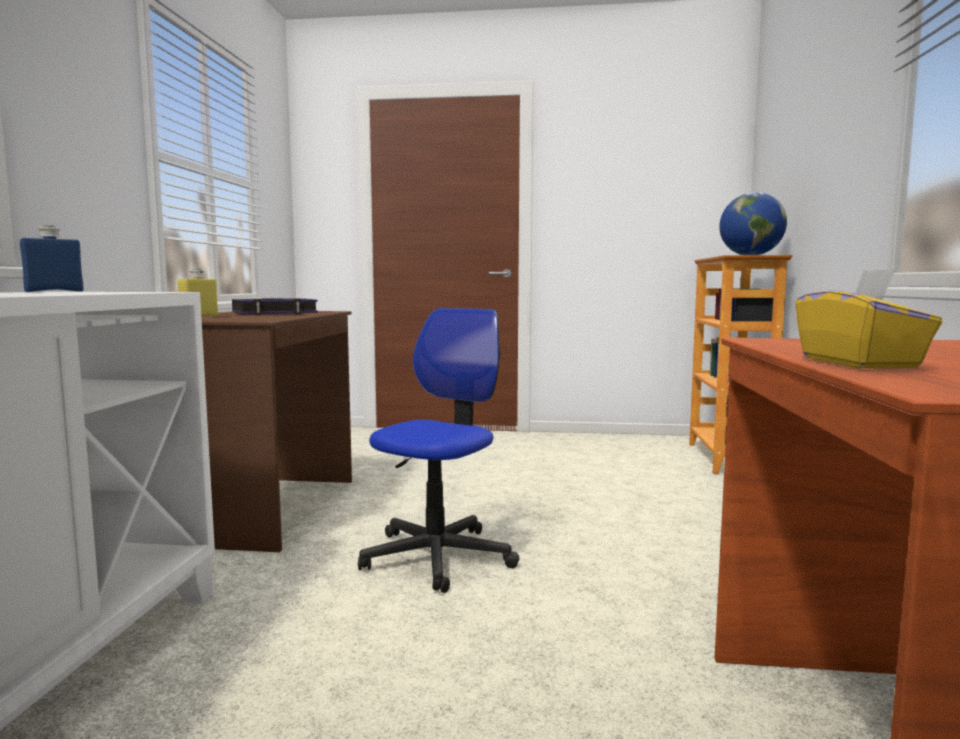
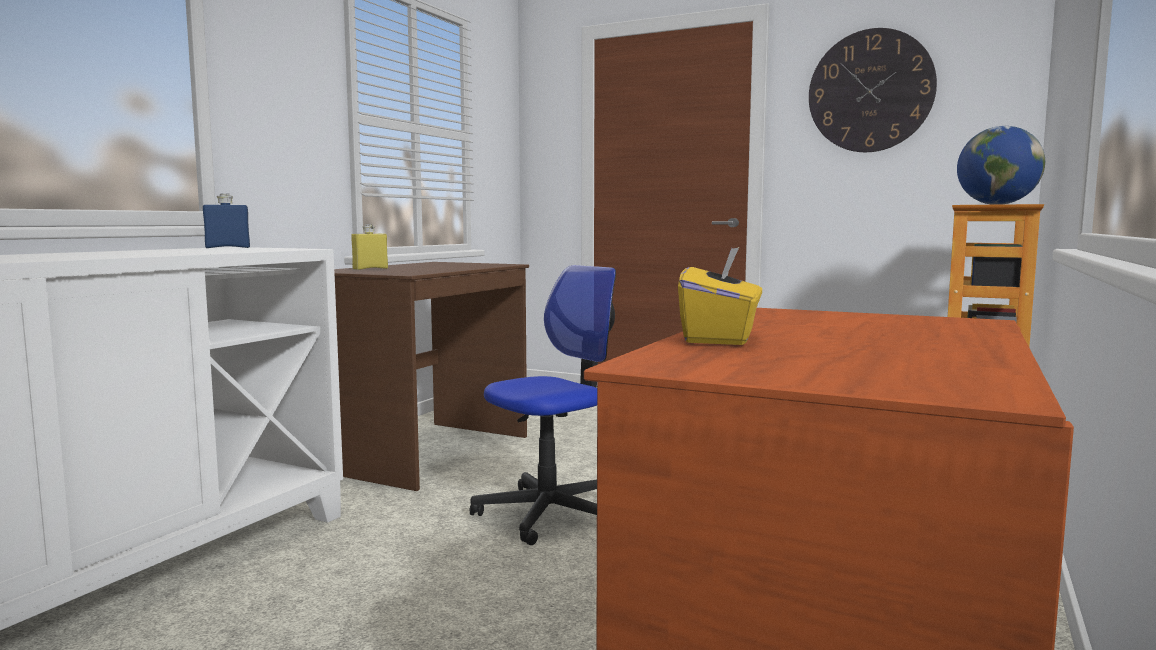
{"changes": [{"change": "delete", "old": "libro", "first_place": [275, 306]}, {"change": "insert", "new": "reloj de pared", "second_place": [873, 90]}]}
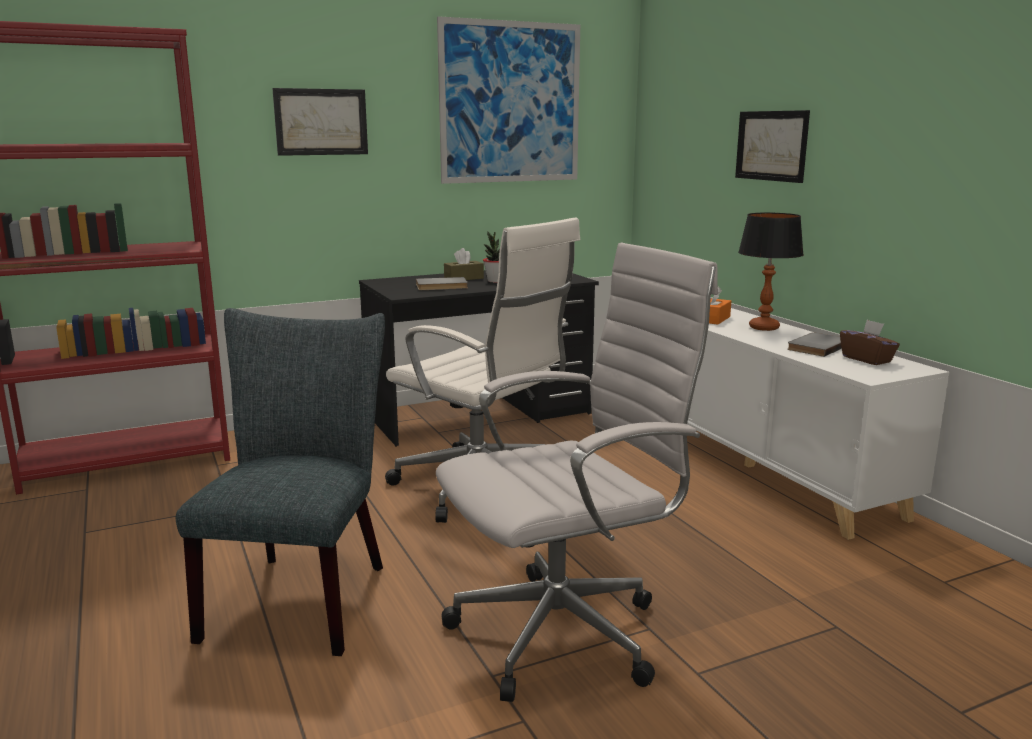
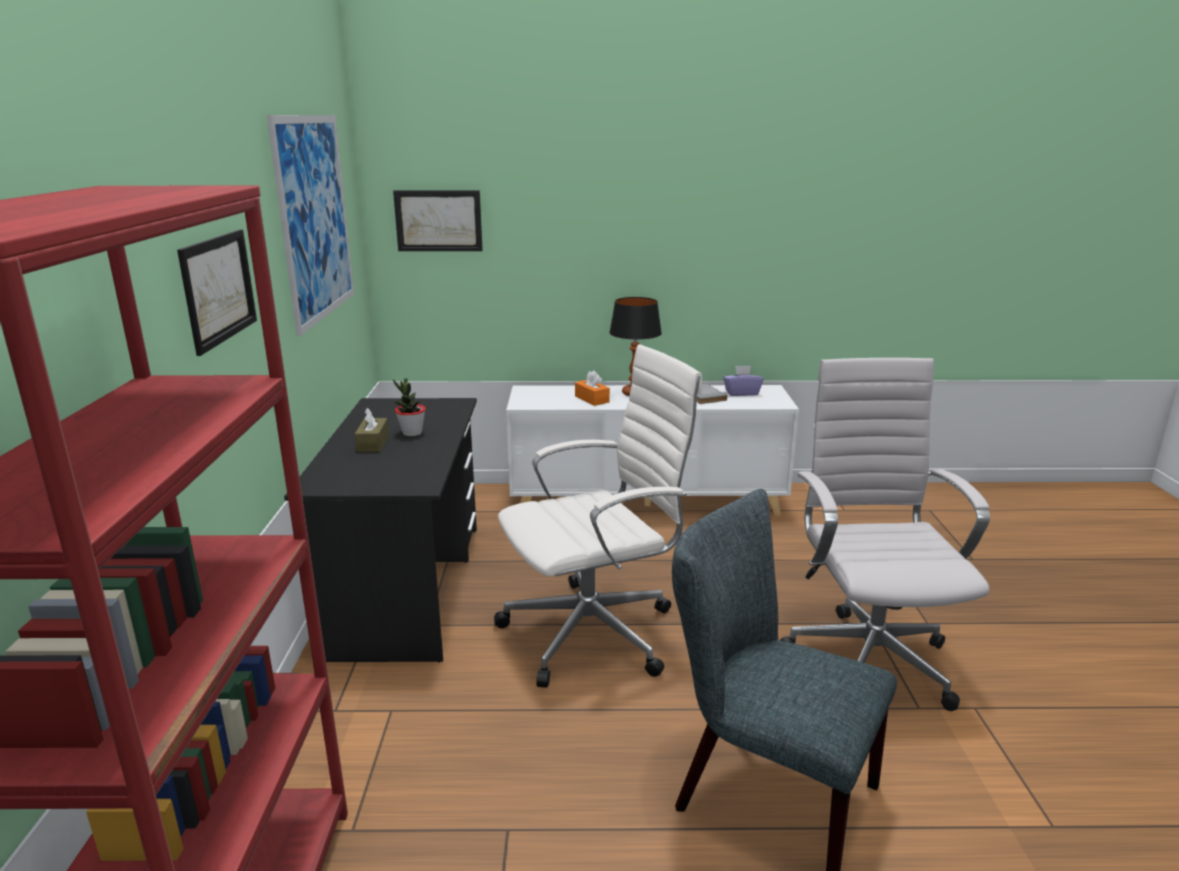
{"changes": [{"change": "move", "old": "cuadro", "first_place": [772, 146], "second_place": [438, 220]}, {"change": "delete", "old": "libro/gris", "first_place": [442, 283]}, {"change": "recolor", "old": "caja de pañuelos/marrón", "new": "caja de pañuelos/morado", "first_place": [870, 342], "second_place": [743, 380]}]}
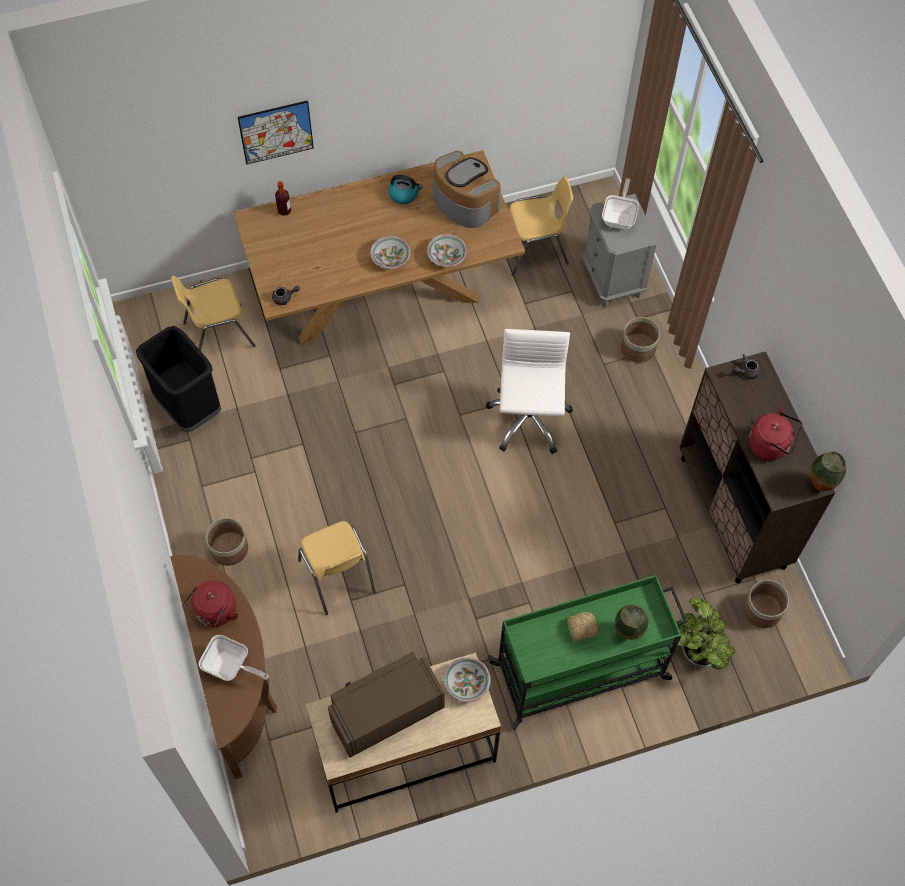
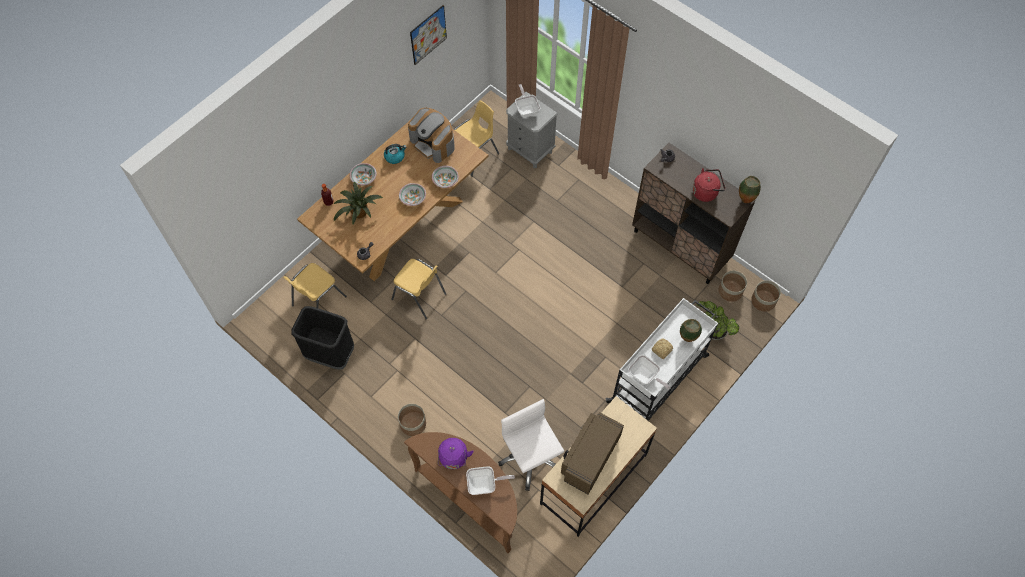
{"changes": [{"change": "move", "old": "cuadro", "first_place": [276, 132], "second_place": [428, 35]}, {"change": "rotate", "old": "cafetera", "first_place": [467, 189], "second_place": [431, 135], "degrees": -150}, {"change": "move", "old": "maceta", "first_place": [640, 340], "second_place": [766, 296]}, {"change": "move", "old": "silla de oficina/blanco", "first_place": [529, 391], "second_place": [531, 445]}, {"change": "move", "old": "silla/amarillo", "first_place": [337, 568], "second_place": [418, 289]}, {"change": "recolor", "old": "carrito/verde", "new": "carrito/blanco", "first_place": [587, 652], "second_place": [661, 359]}, {"change": "recolor", "old": "hervidor/rojo", "new": "hervidor/morado", "first_place": [210, 604], "second_place": [456, 453]}, {"change": "move", "old": "cuenco", "first_place": [467, 679], "second_place": [363, 174]}, {"change": "insert", "new": "planta en maceta", "second_place": [358, 203]}, {"change": "insert", "new": "sartén", "second_place": [649, 372]}]}
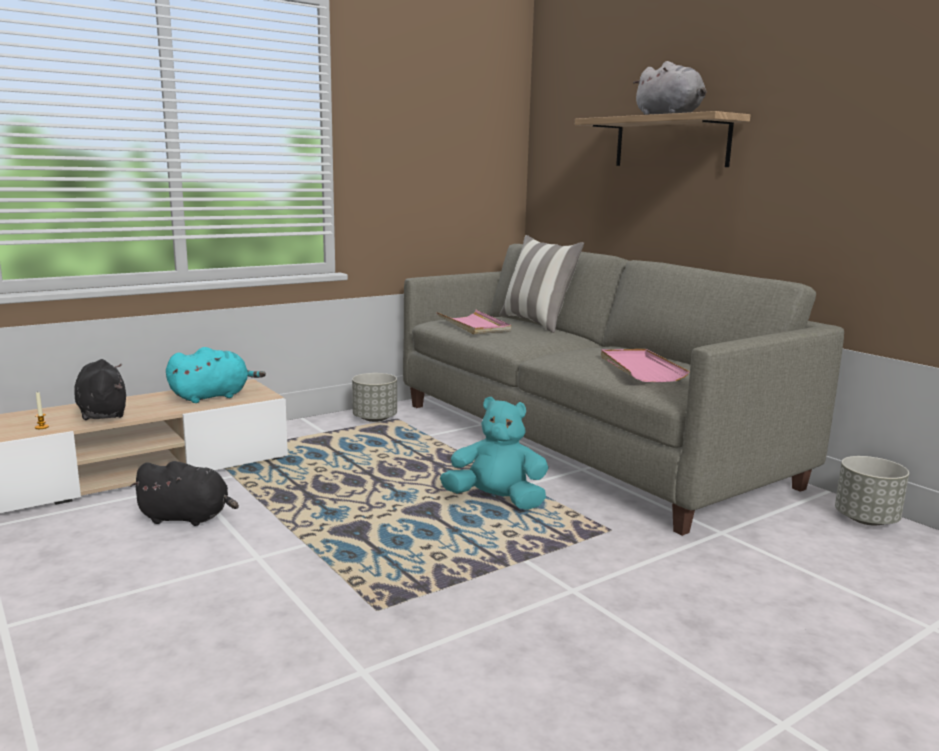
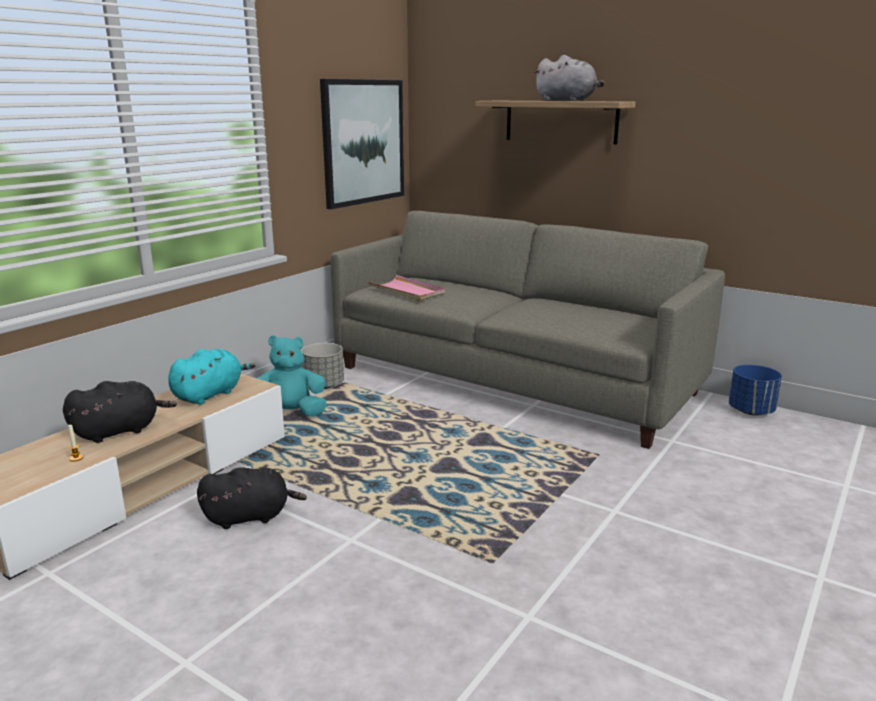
{"changes": [{"change": "delete", "old": "cojín", "first_place": [541, 284]}, {"change": "delete", "old": "bandeja/rosa", "first_place": [645, 365]}, {"change": "rotate", "old": "peluche/negro", "first_place": [100, 389], "second_place": [120, 412], "degrees": 105}, {"change": "move", "old": "peluche/turquesa", "first_place": [494, 453], "second_place": [292, 376]}, {"change": "recolor", "old": "maceta/gris", "new": "maceta/azul", "first_place": [872, 490], "second_place": [755, 390]}, {"change": "insert", "new": "cuadro", "second_place": [362, 144]}]}
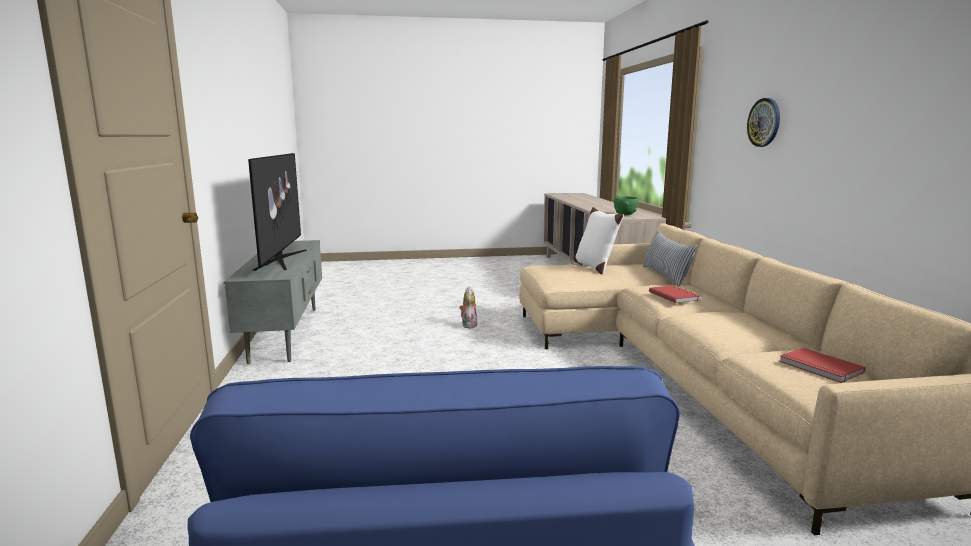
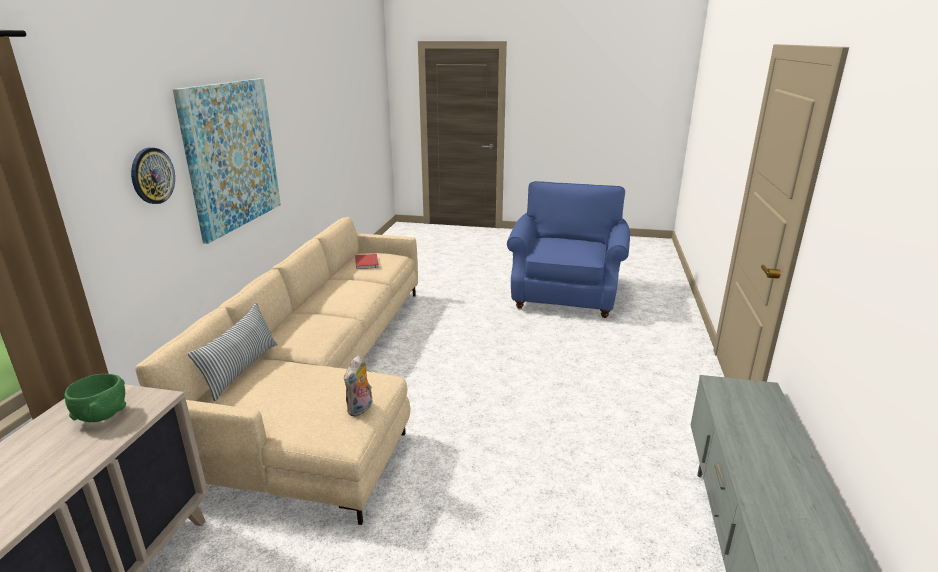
{"changes": [{"change": "delete", "old": "televisor", "first_place": [277, 212]}, {"change": "delete", "old": "cojín/blanco", "first_place": [599, 241]}, {"change": "delete", "old": "libro/rojo", "first_place": [675, 294]}, {"change": "move", "old": "peluche", "first_place": [468, 307], "second_place": [358, 386]}, {"change": "insert", "new": "cuadro", "second_place": [227, 161]}]}
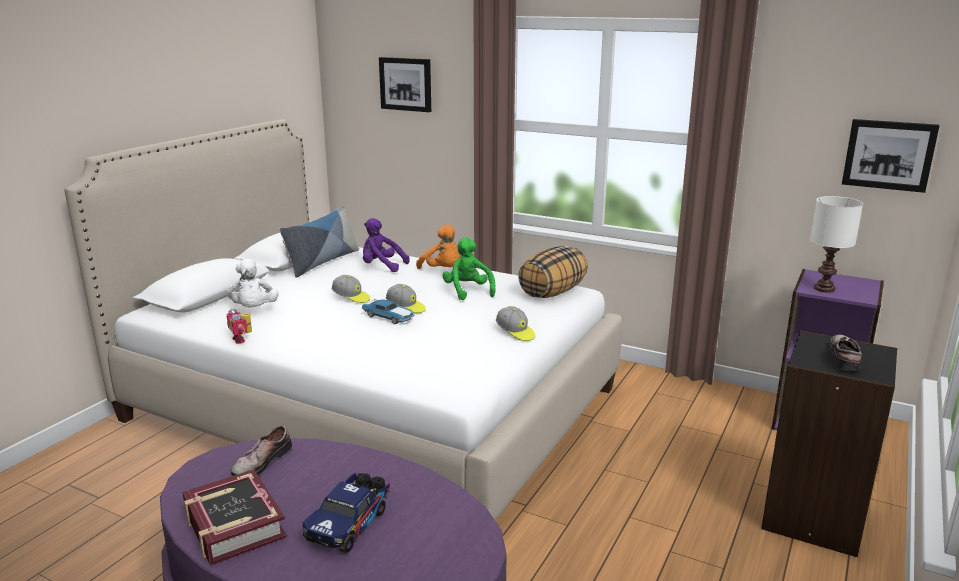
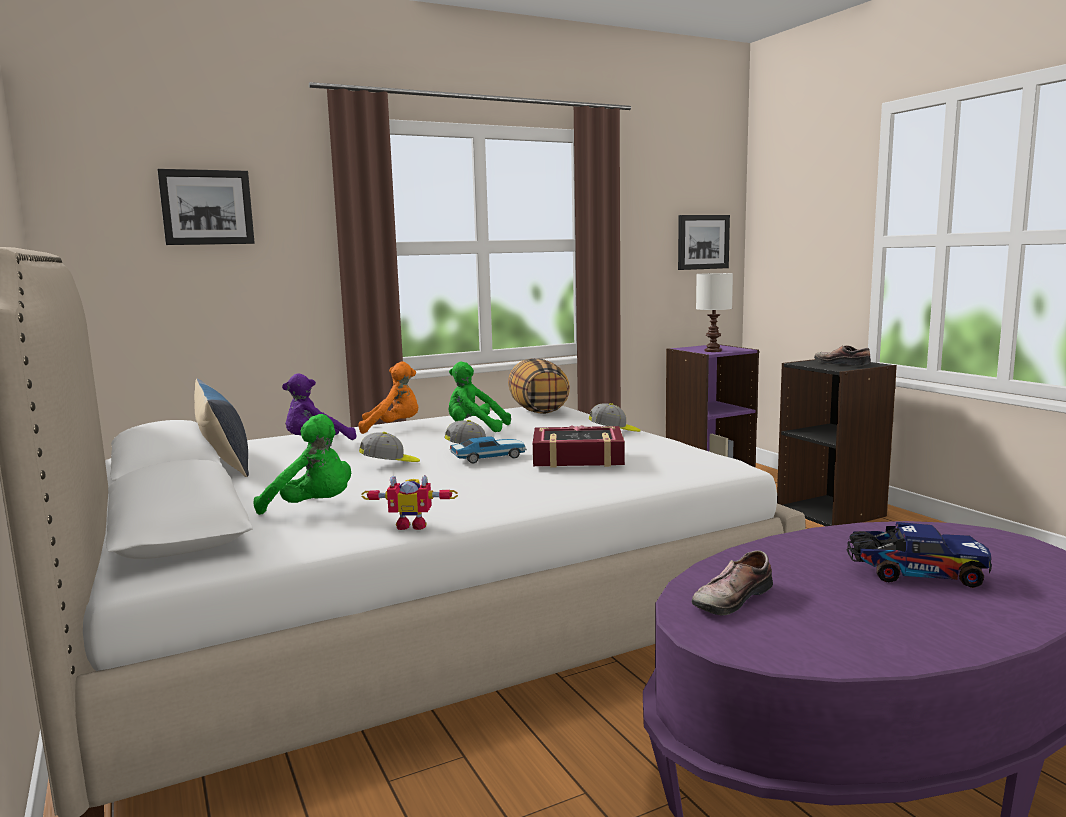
{"changes": [{"change": "recolor", "old": "peluche/blanco", "new": "peluche/verde", "first_place": [252, 283], "second_place": [302, 464]}, {"change": "rotate", "old": "zapato", "first_place": [261, 450], "second_place": [732, 582], "degrees": 75}, {"change": "move", "old": "libro", "first_place": [234, 517], "second_place": [579, 446]}, {"change": "rotate", "old": "camión de juguete", "first_place": [346, 513], "second_place": [919, 555], "degrees": -45}]}
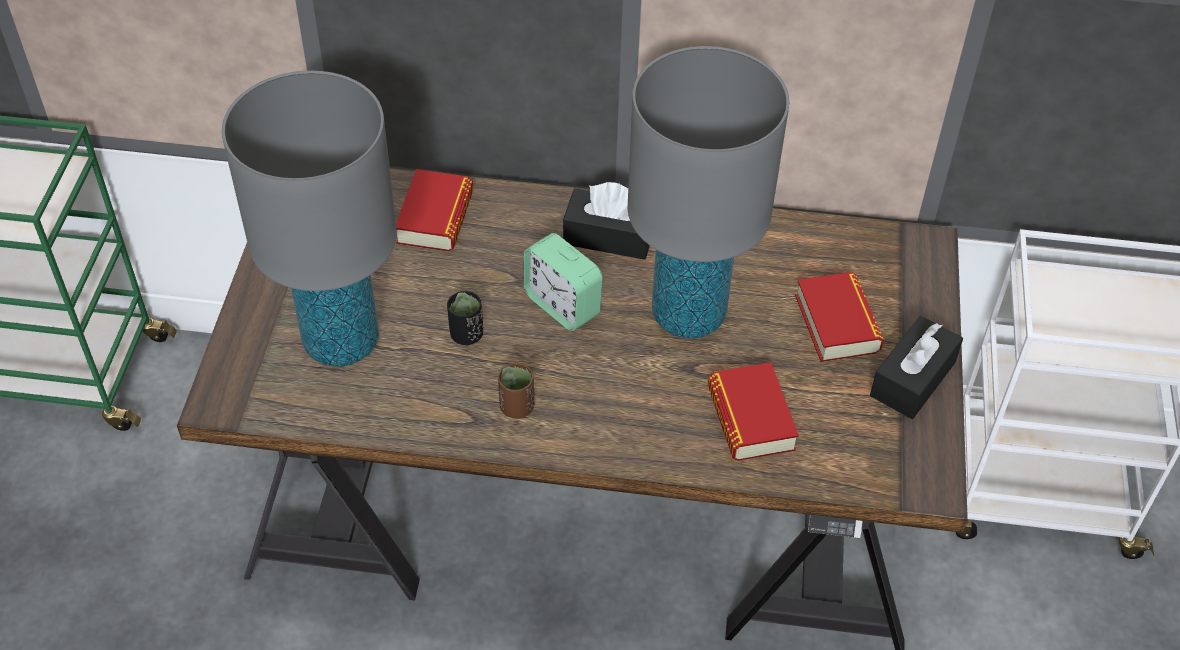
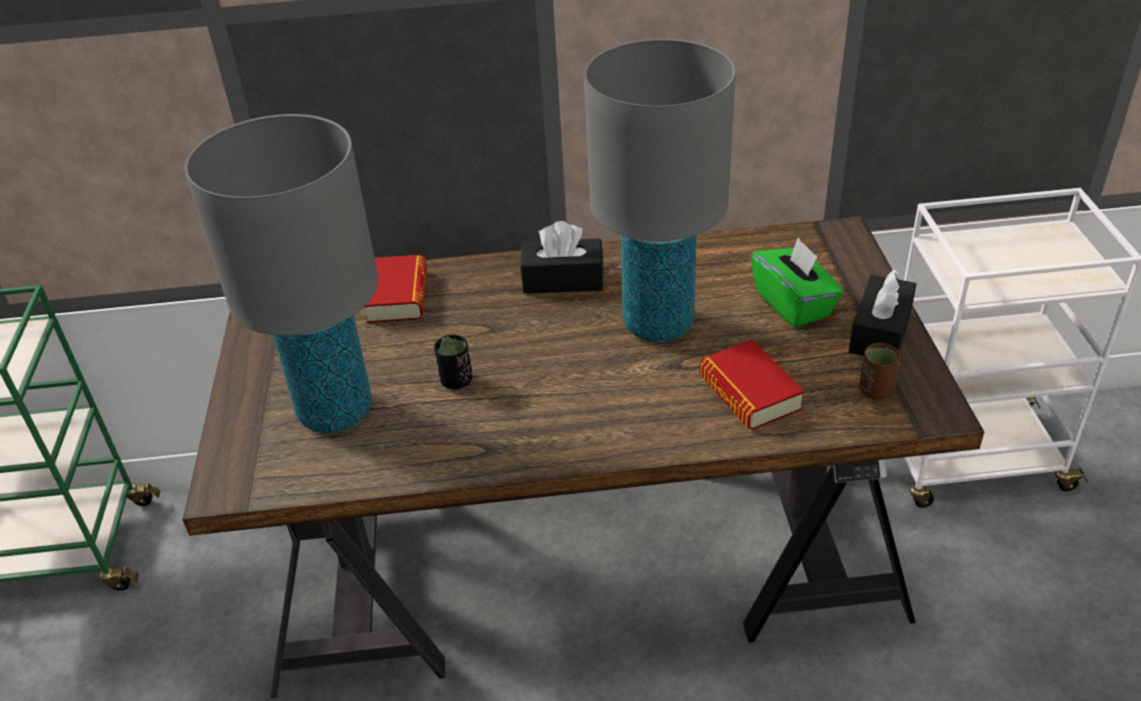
{"changes": [{"change": "delete", "old": "despertador", "first_place": [563, 282]}, {"change": "replace", "old": "libro", "new": "caja de pañuelos/verde", "first_place": [839, 317], "second_place": [797, 282]}, {"change": "move", "old": "taza/marrón", "first_place": [516, 391], "second_place": [879, 371]}]}
